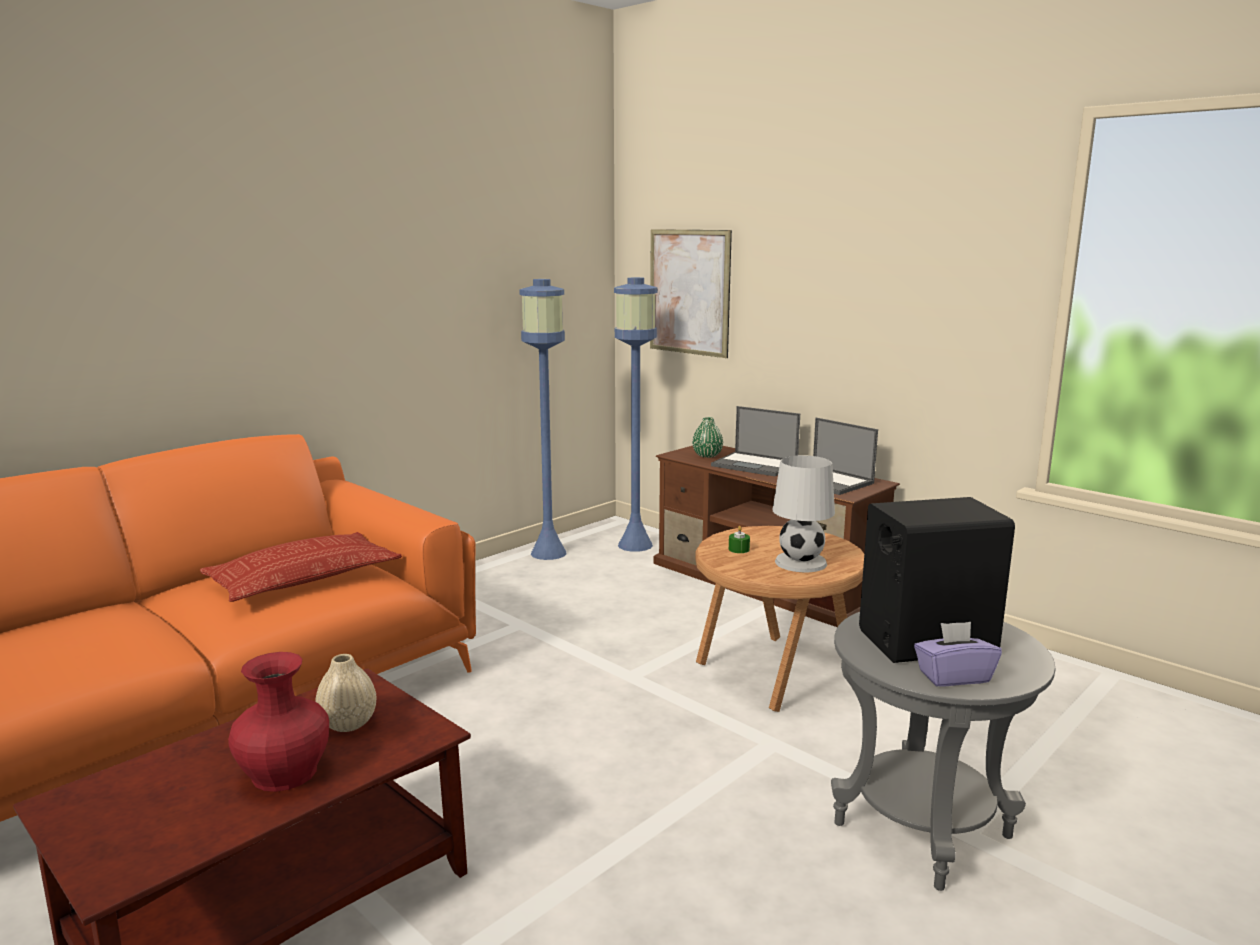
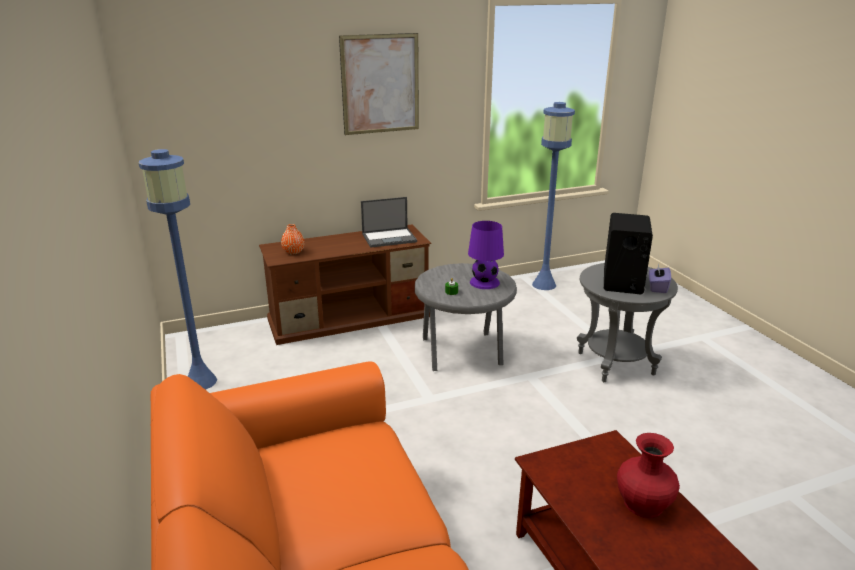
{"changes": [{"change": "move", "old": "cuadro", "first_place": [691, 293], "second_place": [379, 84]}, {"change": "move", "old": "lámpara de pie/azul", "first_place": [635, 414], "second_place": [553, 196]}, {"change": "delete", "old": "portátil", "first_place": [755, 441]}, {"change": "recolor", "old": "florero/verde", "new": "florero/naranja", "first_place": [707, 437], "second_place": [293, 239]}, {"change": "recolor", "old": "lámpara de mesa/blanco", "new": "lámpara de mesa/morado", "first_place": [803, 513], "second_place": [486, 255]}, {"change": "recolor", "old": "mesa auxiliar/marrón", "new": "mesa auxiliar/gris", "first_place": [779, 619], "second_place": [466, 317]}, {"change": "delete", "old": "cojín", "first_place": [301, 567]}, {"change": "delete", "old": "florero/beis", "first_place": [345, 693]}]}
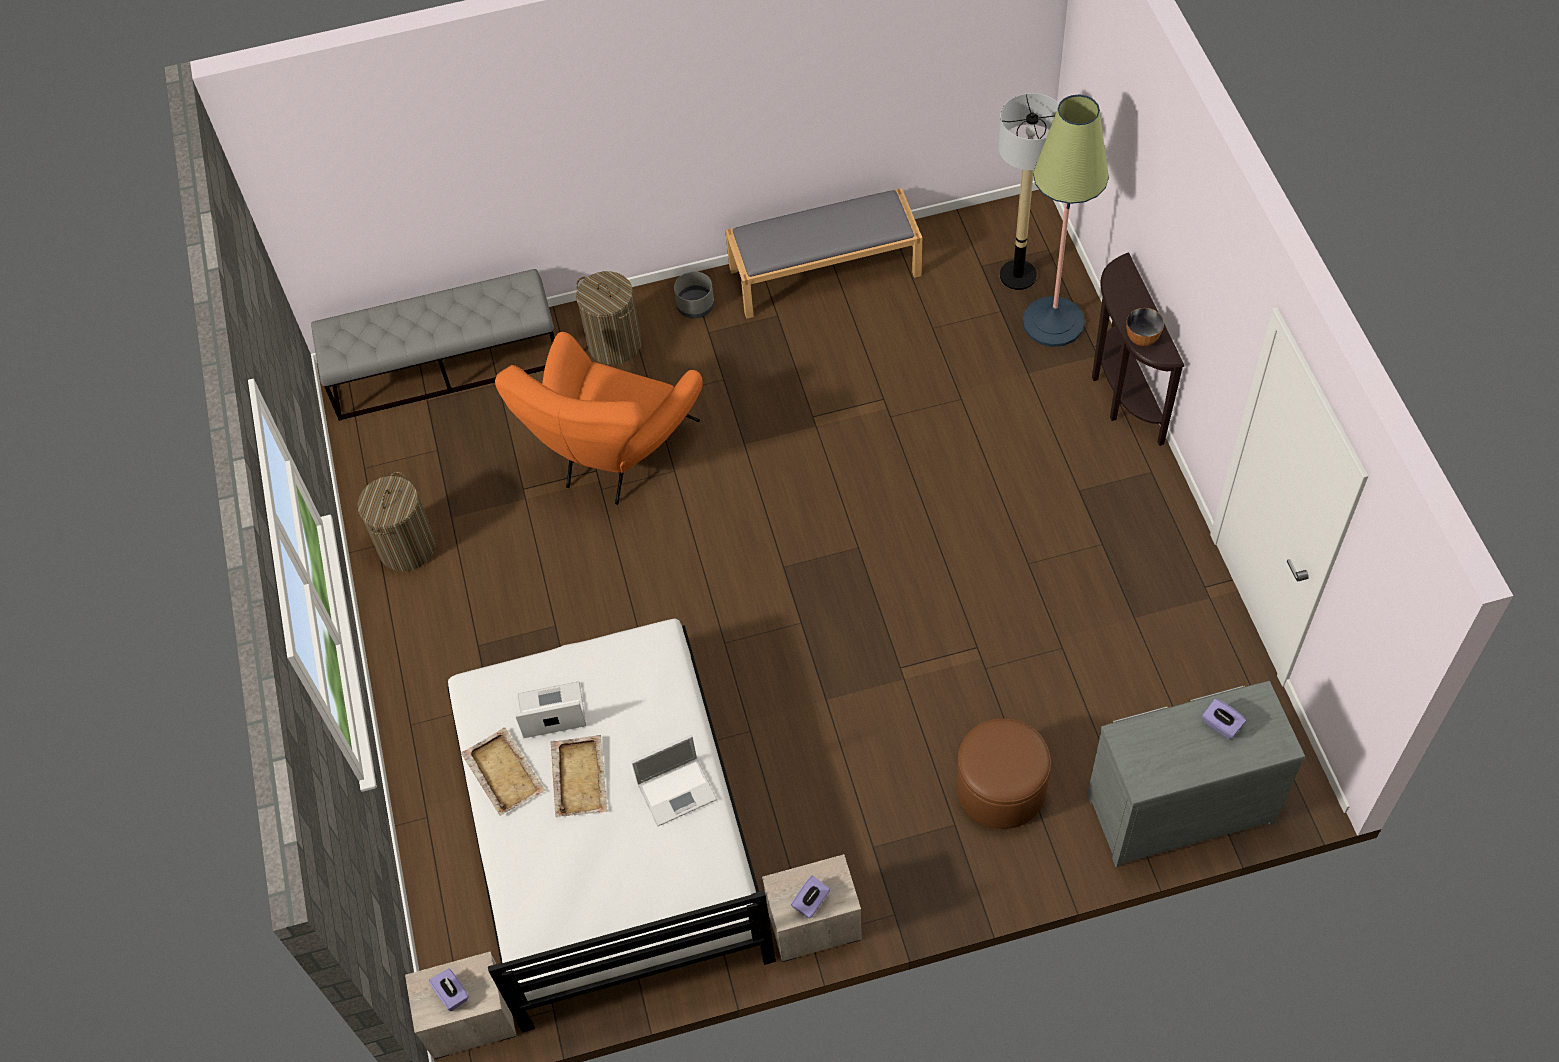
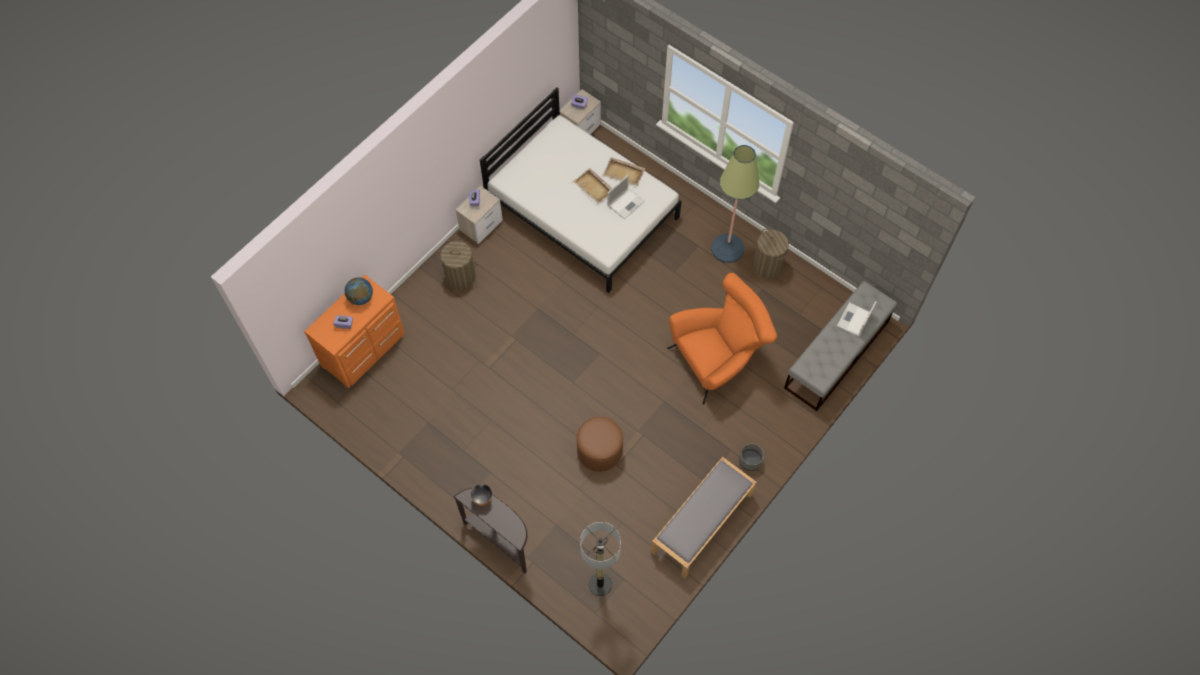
{"changes": [{"change": "move", "old": "lámpara de pie", "first_place": [1065, 220], "second_place": [735, 204]}, {"change": "move", "old": "cesto de la ropa", "first_place": [609, 318], "second_place": [456, 265]}, {"change": "rotate", "old": "sillón/naranja", "first_place": [598, 418], "second_place": [722, 339], "degrees": 75}, {"change": "recolor", "old": "cómoda/gris", "new": "cómoda/naranja", "first_place": [1196, 774], "second_place": [354, 331]}, {"change": "move", "old": "puf/marrón", "first_place": [1003, 774], "second_place": [600, 444]}, {"change": "move", "old": "portátil", "first_place": [674, 781], "second_place": [857, 318]}, {"change": "insert", "new": "globo terráqueo", "second_place": [359, 291]}]}
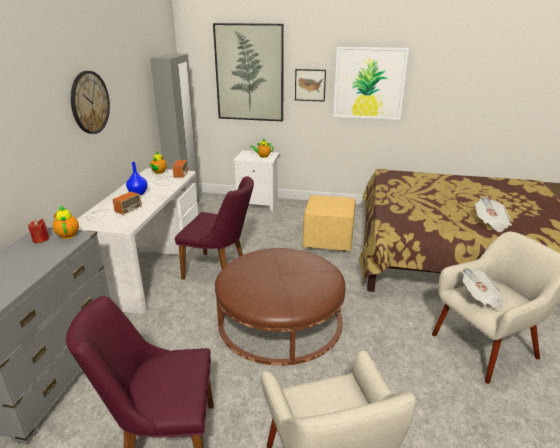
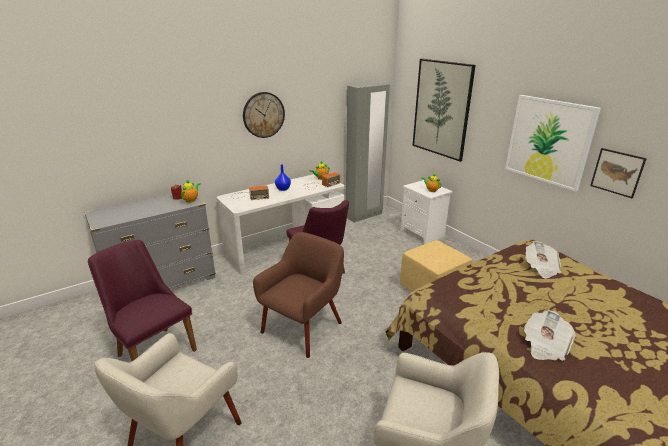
{"changes": [{"change": "move", "old": "cuadro", "first_place": [310, 85], "second_place": [618, 173]}, {"change": "replace", "old": "puf/marrón", "new": "sillón/marrón", "first_place": [280, 306], "second_place": [298, 295]}, {"change": "move", "old": "periódico", "first_place": [483, 289], "second_place": [544, 260]}]}
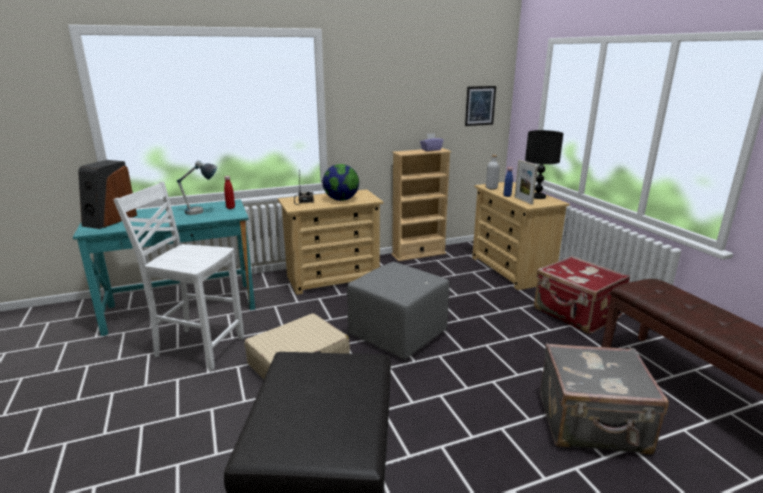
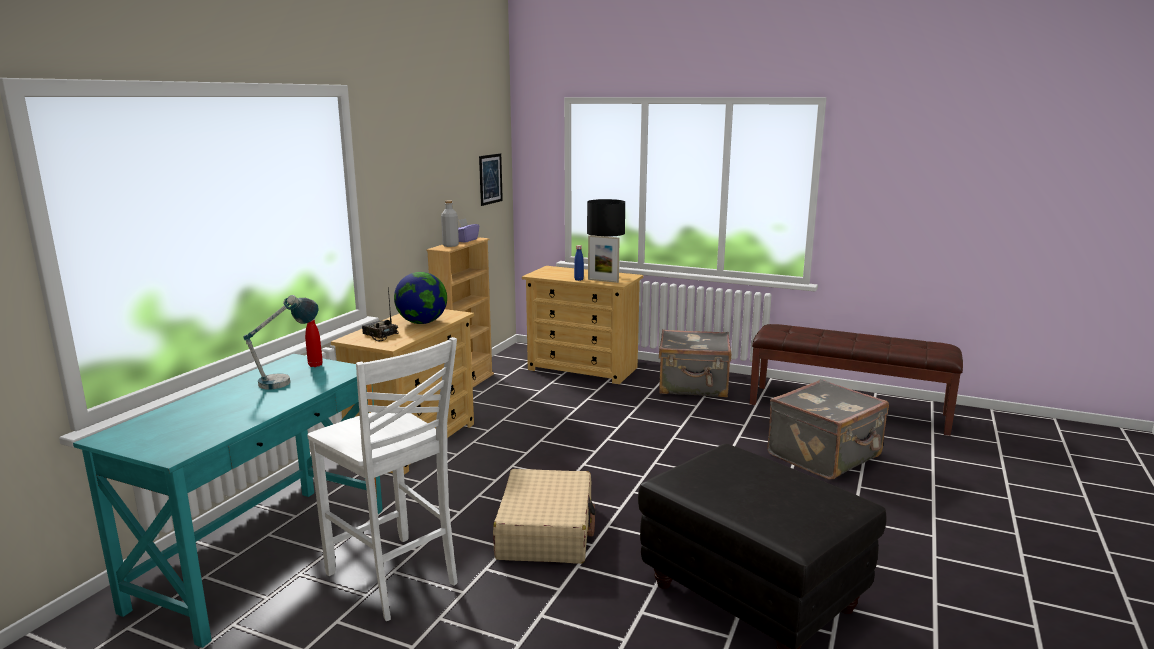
{"changes": [{"change": "move", "old": "botella/gris", "first_place": [493, 172], "second_place": [450, 223]}, {"change": "delete", "old": "altavoz", "first_place": [107, 194]}, {"change": "rotate", "old": "silla/blanco", "first_place": [178, 276], "second_place": [382, 479], "degrees": -105}, {"change": "recolor", "old": "maleta/rojo", "new": "maleta/gris", "first_place": [582, 295], "second_place": [695, 363]}, {"change": "delete", "old": "puf/gris", "first_place": [398, 310]}]}
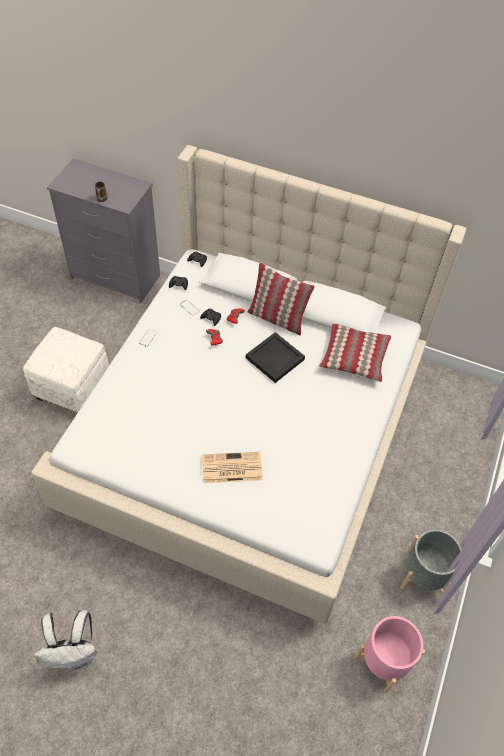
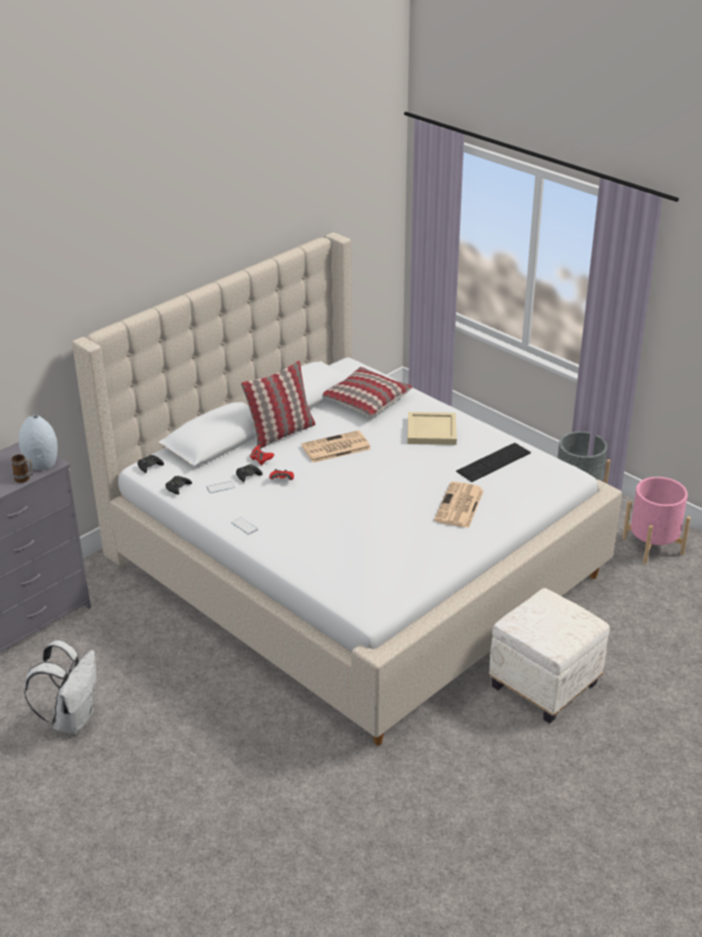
{"changes": [{"change": "move", "old": "puf/blanco", "first_place": [66, 370], "second_place": [549, 655]}, {"change": "replace", "old": "bandeja/negro", "new": "periódico", "first_place": [275, 357], "second_place": [336, 446]}, {"change": "move", "old": "mochila/blanco", "first_place": [65, 640], "second_place": [60, 687]}, {"change": "insert", "new": "bandeja/beis", "second_place": [432, 428]}, {"change": "insert", "new": "florero/gris", "second_place": [38, 442]}, {"change": "insert", "new": "teclado", "second_place": [493, 462]}]}
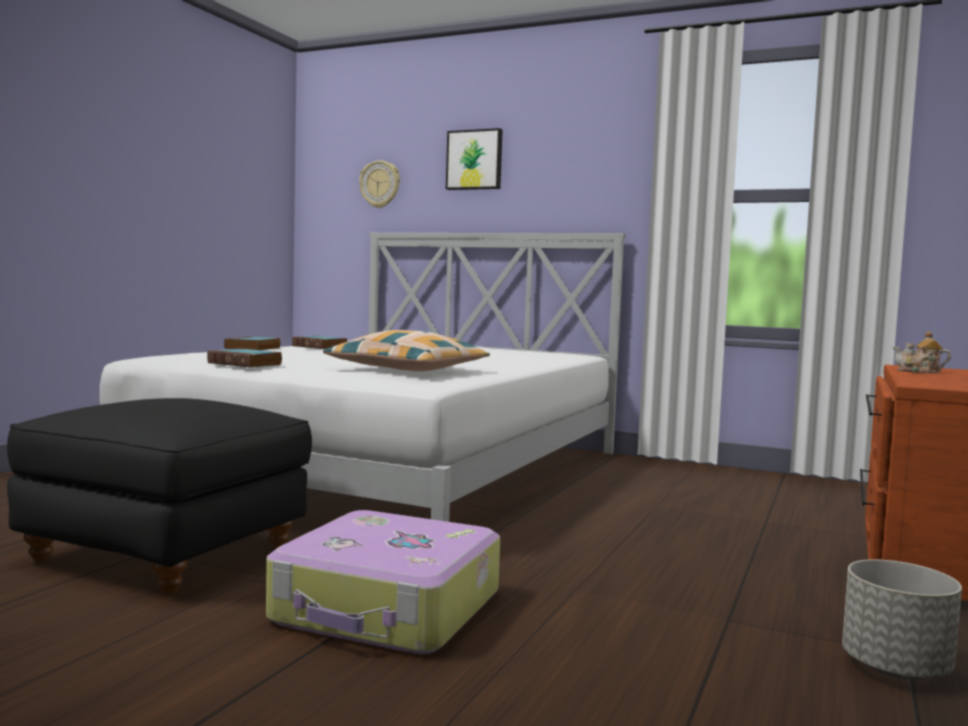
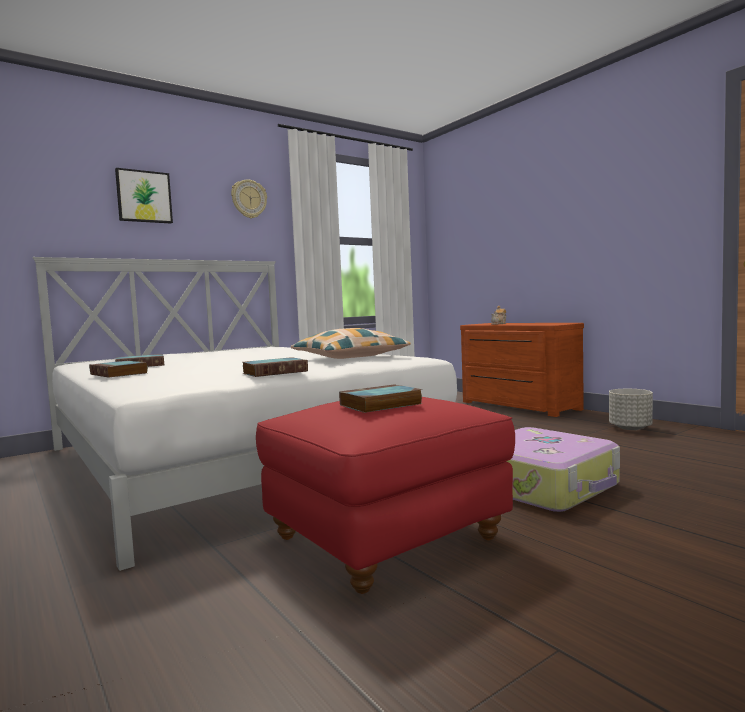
{"changes": [{"change": "move", "old": "reloj de pared", "first_place": [379, 184], "second_place": [249, 199]}, {"change": "recolor", "old": "puf/negro", "new": "puf/rojo", "first_place": [159, 496], "second_place": [385, 495]}, {"change": "insert", "new": "libro", "second_place": [381, 398]}]}
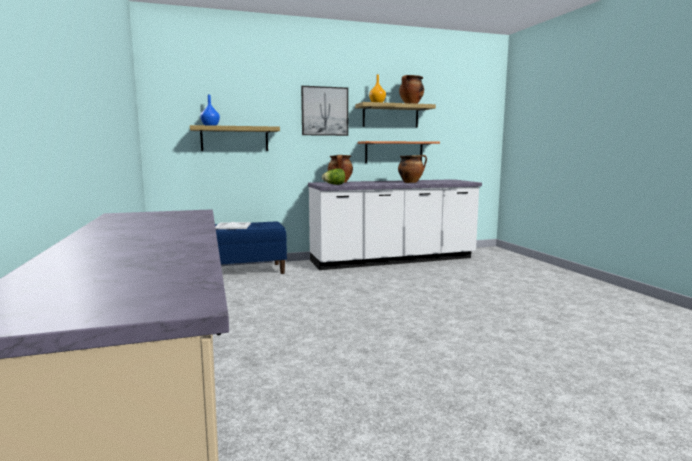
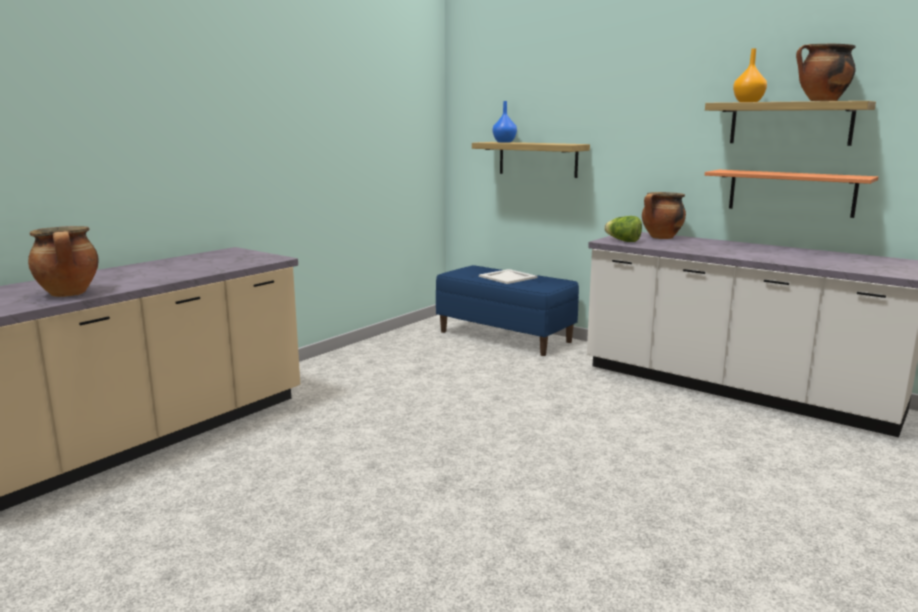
{"changes": [{"change": "delete", "old": "cuadro", "first_place": [324, 111]}, {"change": "move", "old": "olla", "first_place": [412, 169], "second_place": [63, 261]}]}
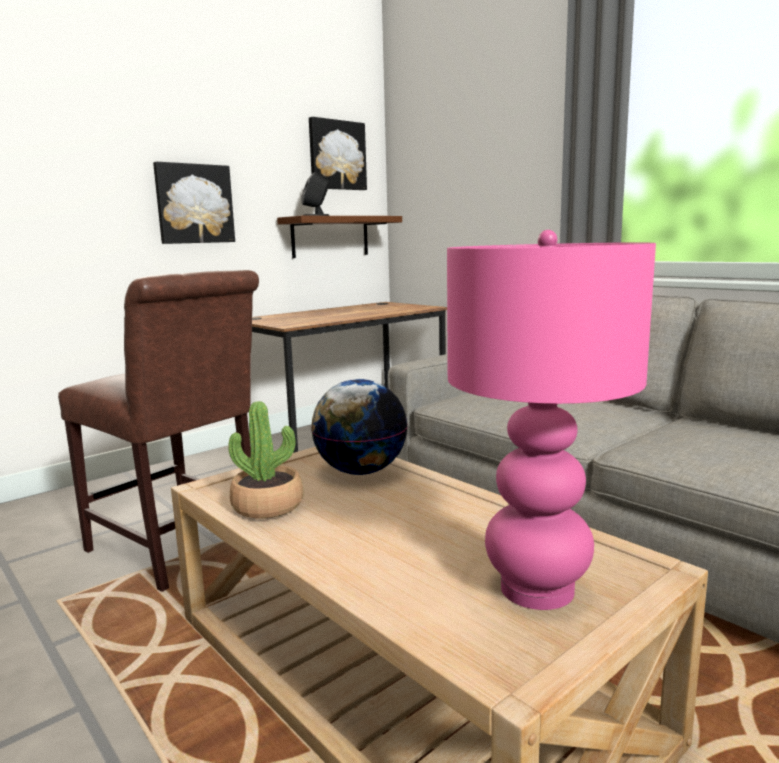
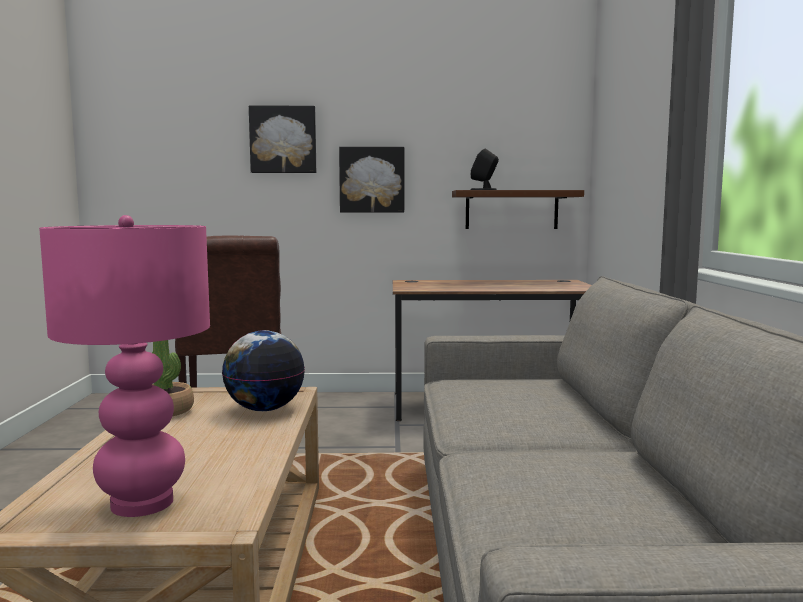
{"changes": [{"change": "move", "old": "cuadro", "first_place": [338, 153], "second_place": [282, 139]}]}
